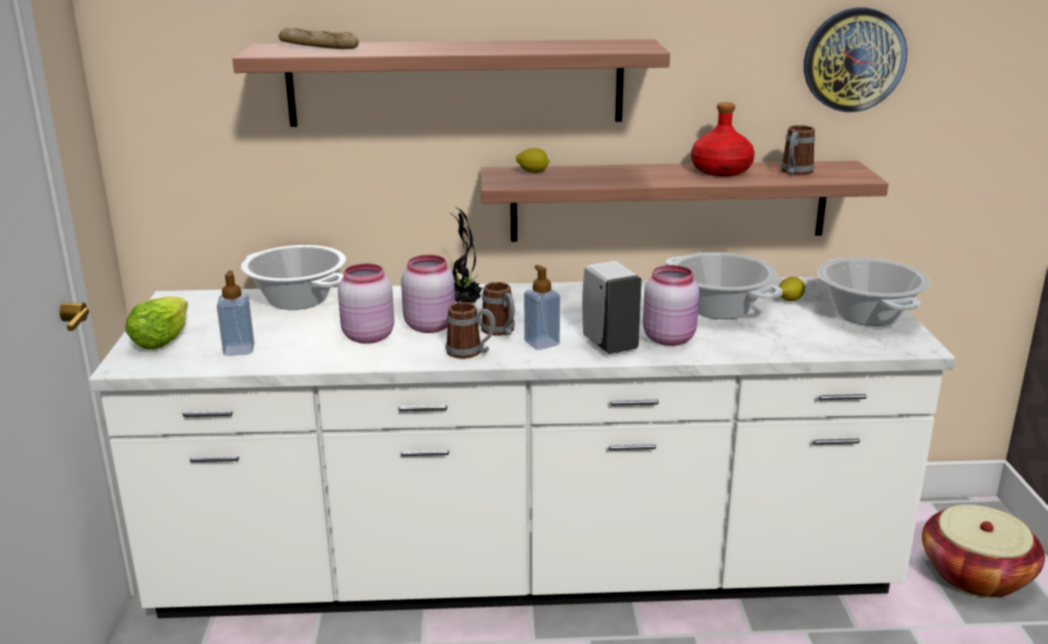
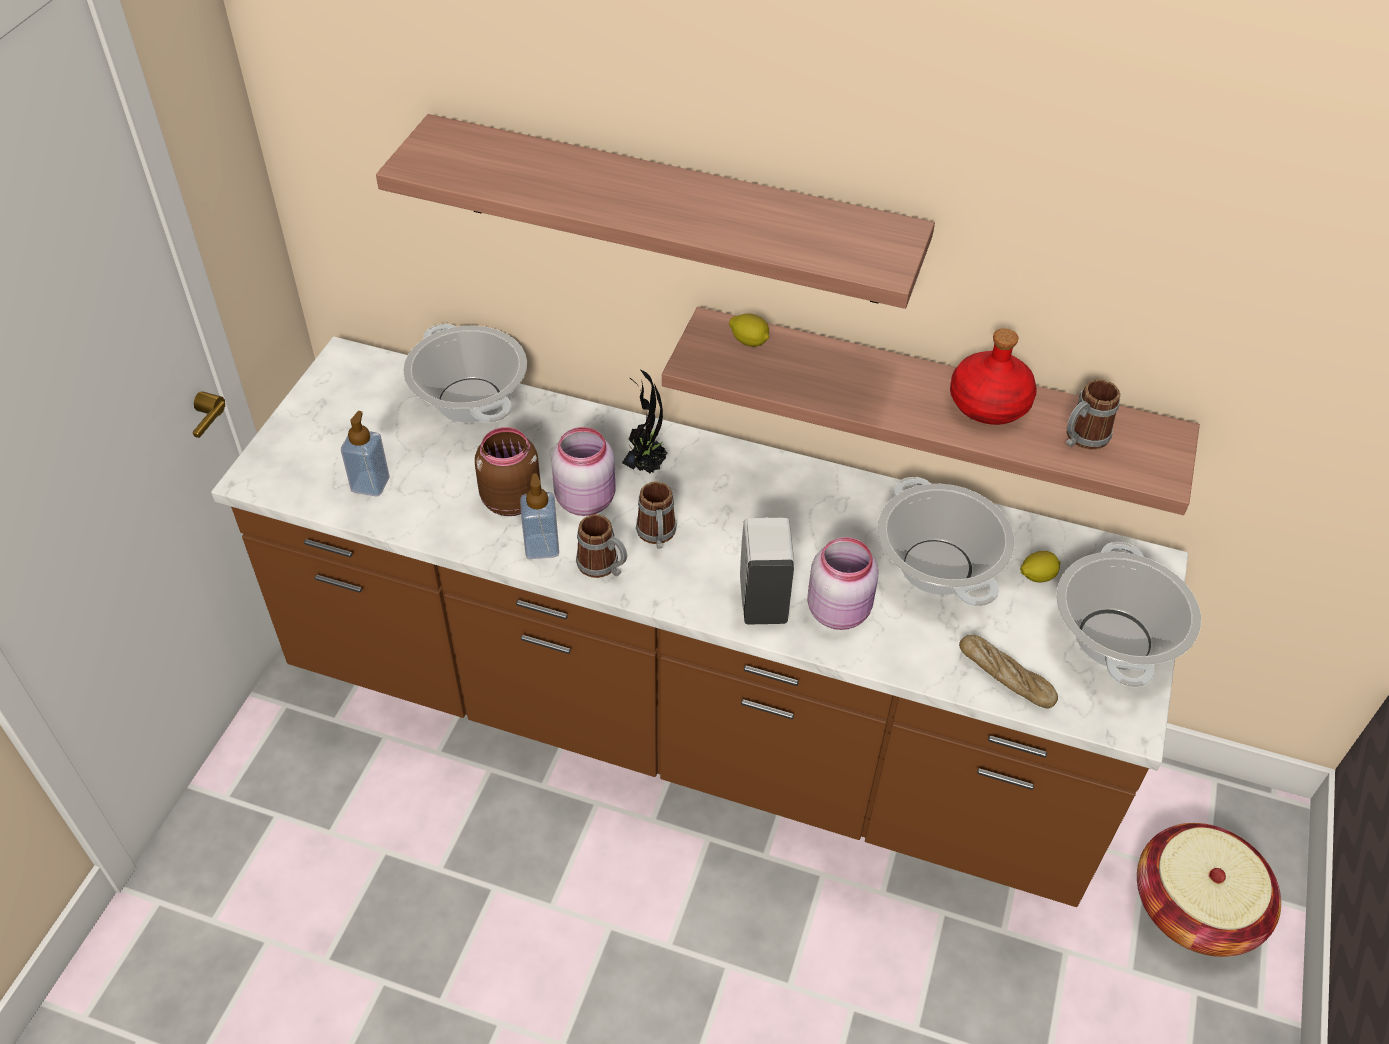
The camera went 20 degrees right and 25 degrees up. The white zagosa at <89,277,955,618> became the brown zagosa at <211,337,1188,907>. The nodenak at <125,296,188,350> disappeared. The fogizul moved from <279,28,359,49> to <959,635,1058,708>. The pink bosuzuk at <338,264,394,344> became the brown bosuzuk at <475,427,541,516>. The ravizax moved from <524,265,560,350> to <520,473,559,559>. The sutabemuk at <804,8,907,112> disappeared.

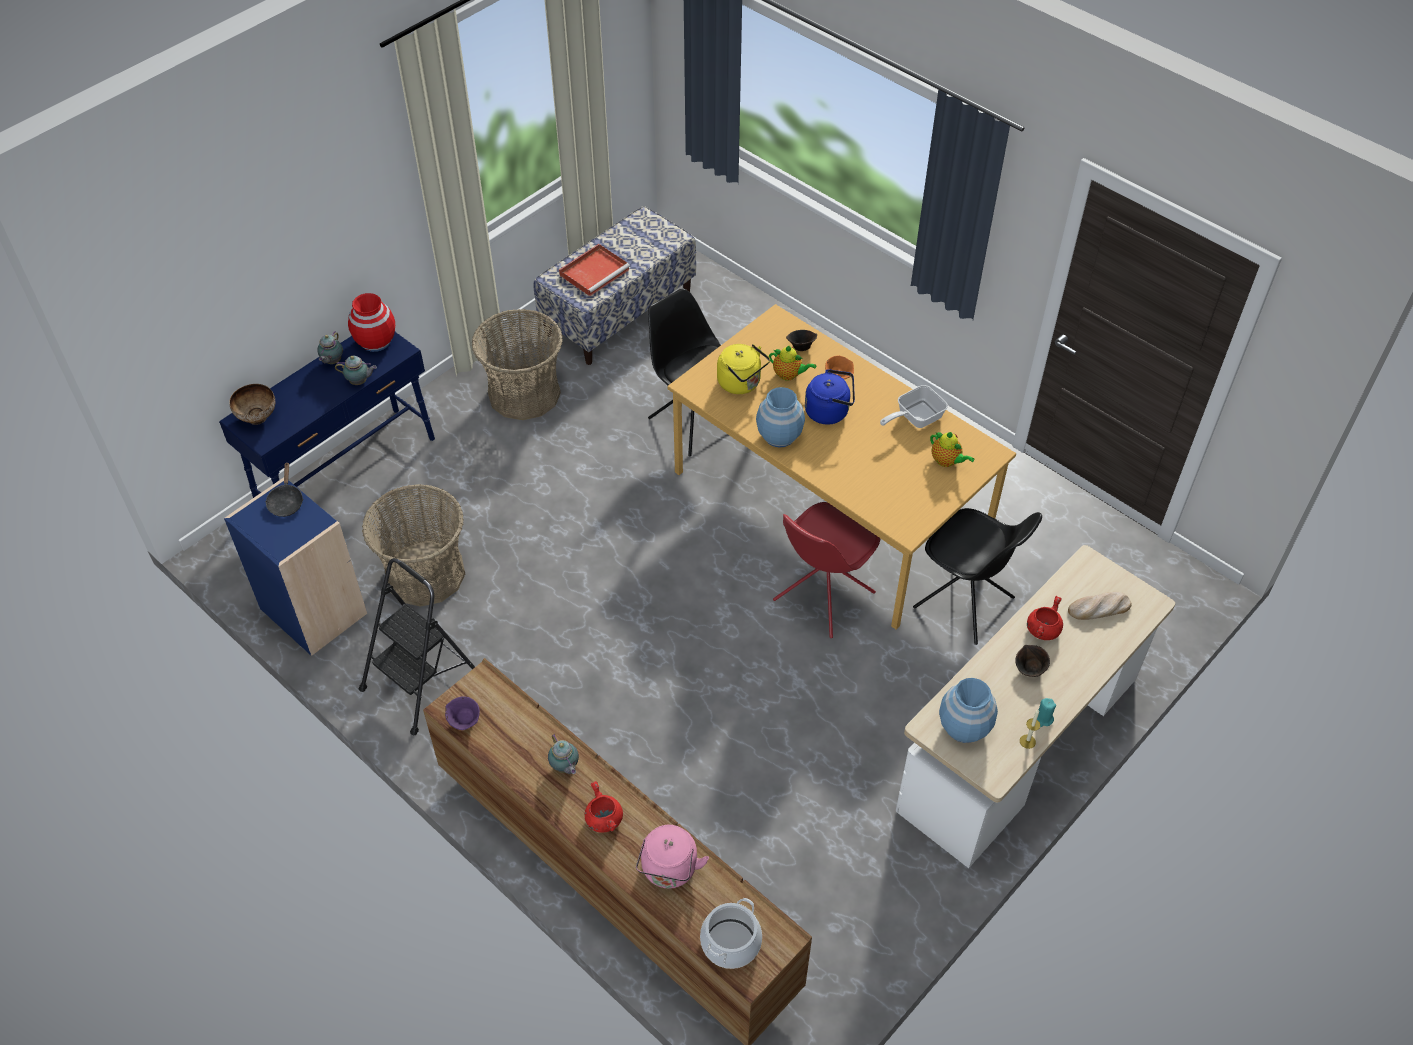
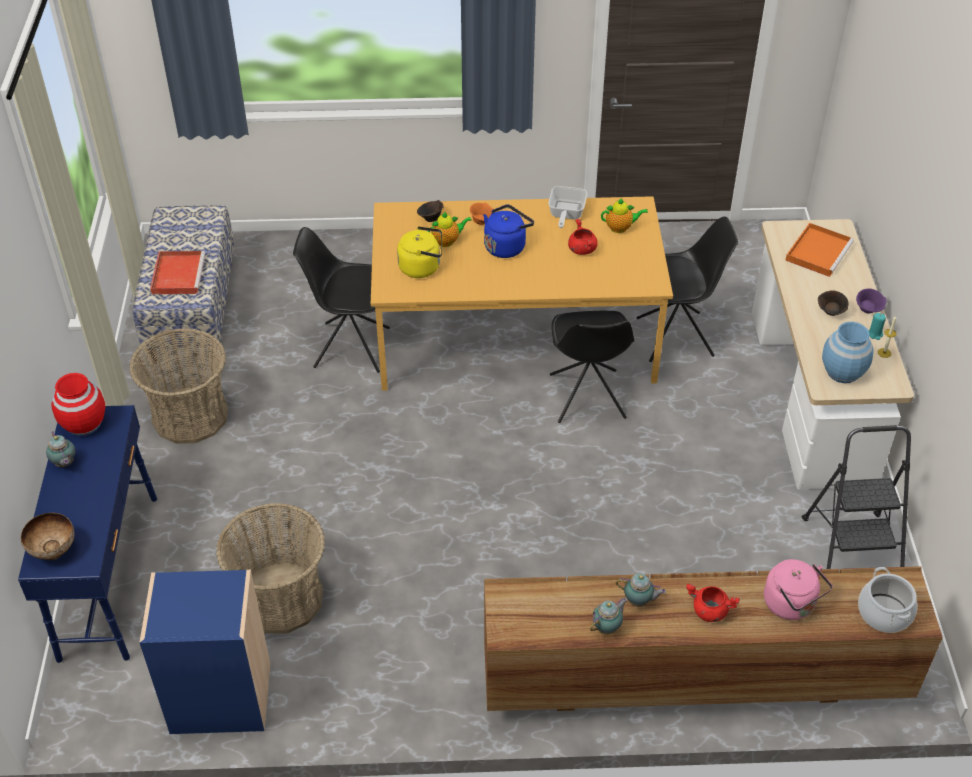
The camera went 45 degrees left and 5 degrees down. The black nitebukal at <265,463,303,517> disappeared. The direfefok moved from <335,356,377,385> to <590,598,628,635>. The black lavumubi moved from <359,558,475,735> to <801,425,911,569>. The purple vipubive moved from <445,696,480,730> to <856,289,887,314>. The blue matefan at <756,387,805,448> disappeared. The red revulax at <773,502,880,638> became the black revulax at <550,311,634,423>. The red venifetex moved from <1027,596,1063,640> to <568,219,598,255>. The fogizul at <1068,592,1131,620> was replaced by the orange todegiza at <785,223,854,277>.

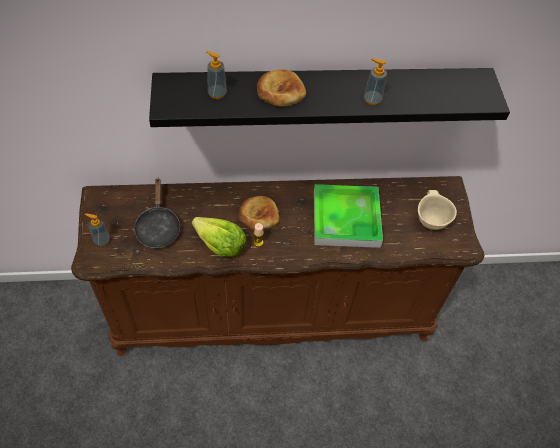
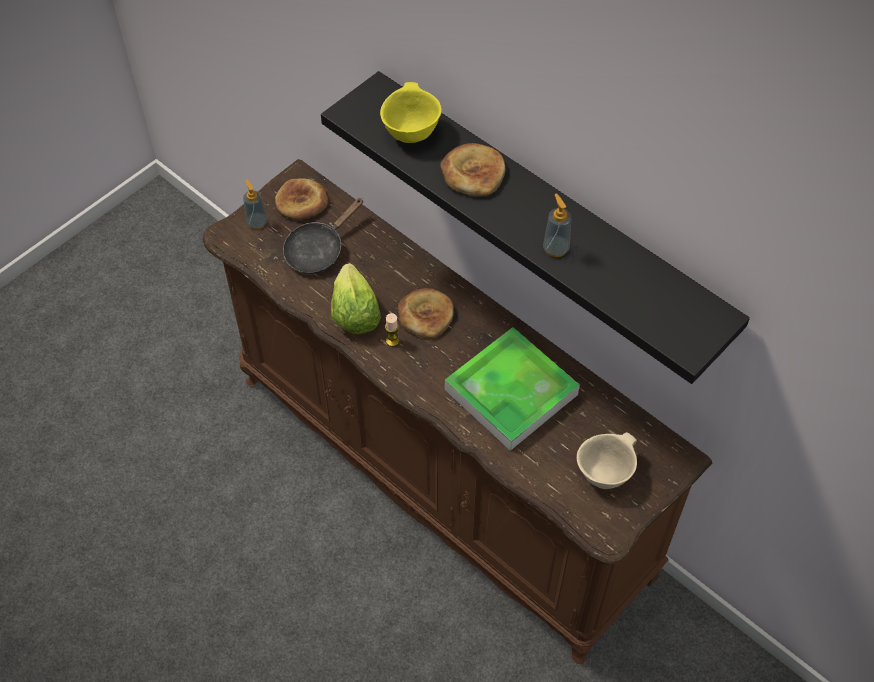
The camera went 50 degrees right and 0 degrees up. The ravizax at <206,51,227,99> was replaced by the yellow vipubive at <380,82,442,143>. The fogizul at <275,178,328,220> appeared.

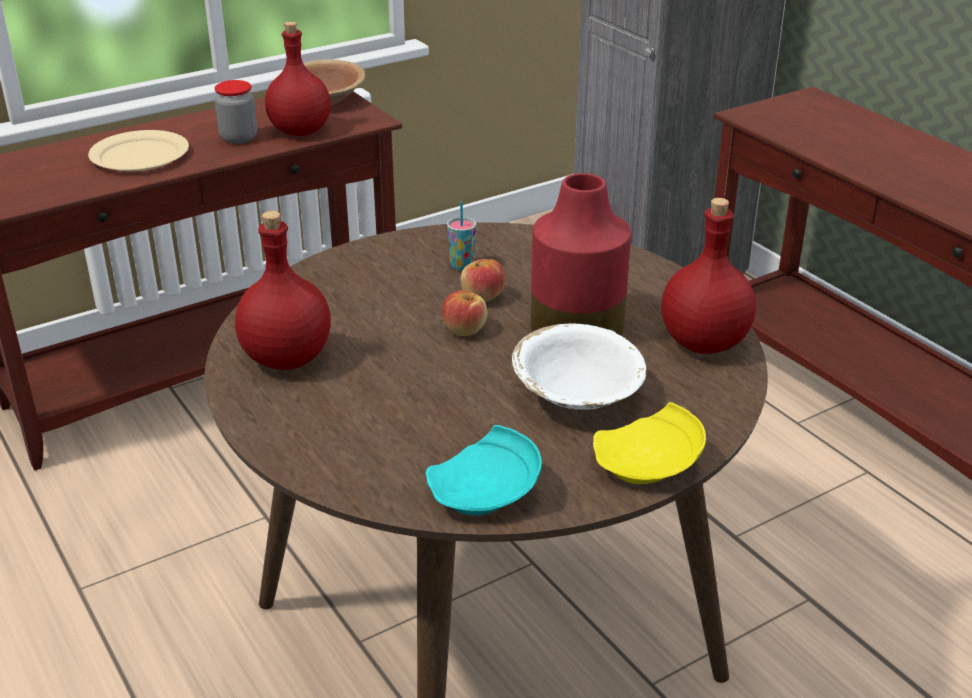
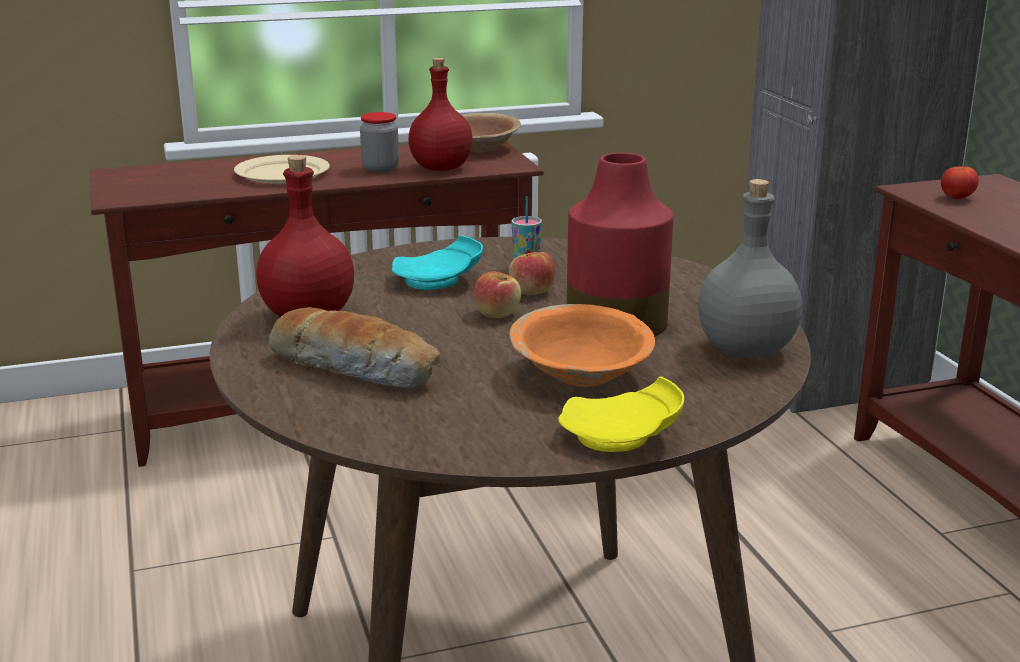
The camera went 15 degrees right and 10 degrees down. The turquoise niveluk moved from <426,425,542,515> to <392,235,483,290>. The white vipubive at <512,323,646,410> became the orange vipubive at <509,304,655,387>. The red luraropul at <661,198,756,354> became the grey luraropul at <698,179,802,357>. The fogizul at <269,307,441,388> appeared. The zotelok at <941,166,979,199> appeared.

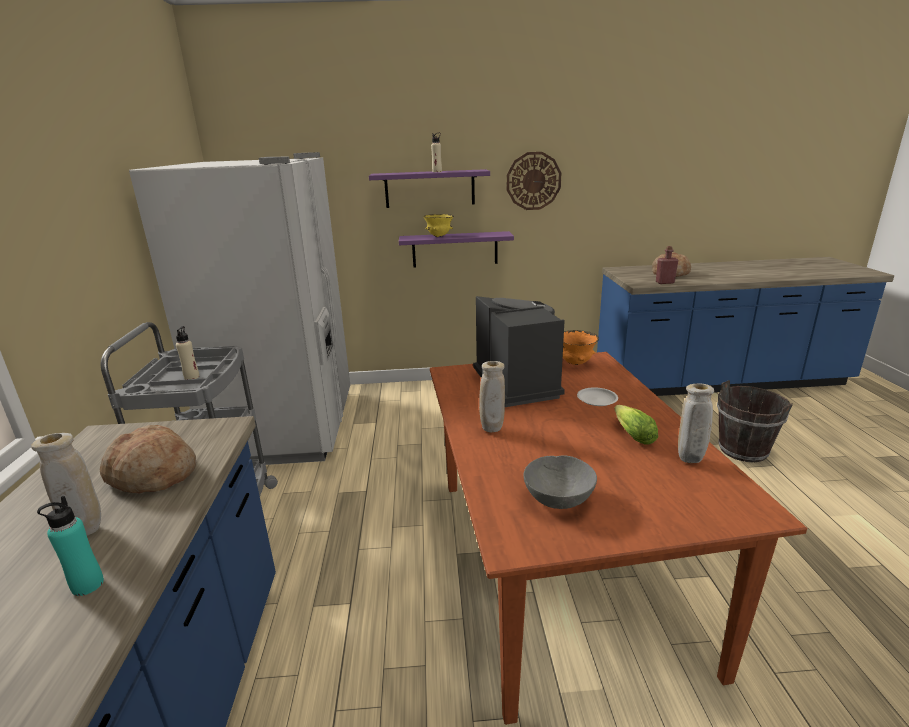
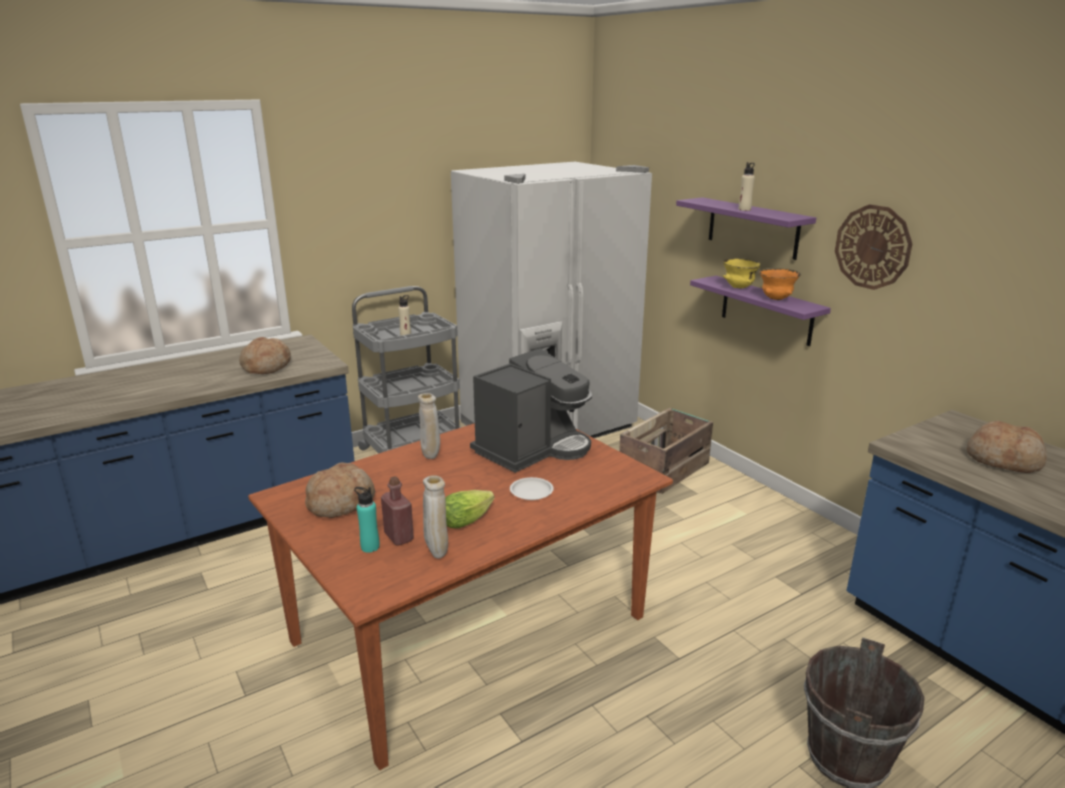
The camera went 60 degrees right and 0 degrees up. The beige matefan at <31,433,101,536> disappeared. The turquoise luraropul moved from <37,496,104,596> to <354,487,380,553>. The grey vipubive at <523,456,597,509> was replaced by the fogizul at <305,462,375,518>. The orange vipubive moved from <563,330,599,365> to <759,268,801,300>. The red luraropul moved from <656,246,678,284> to <381,476,414,546>. The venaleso at <619,408,713,494> appeared.

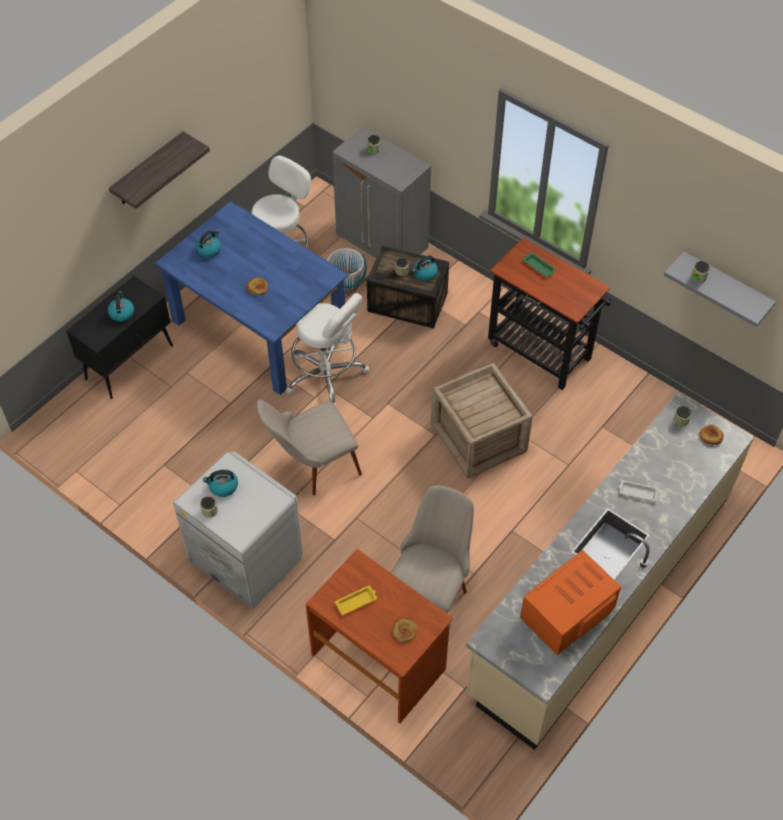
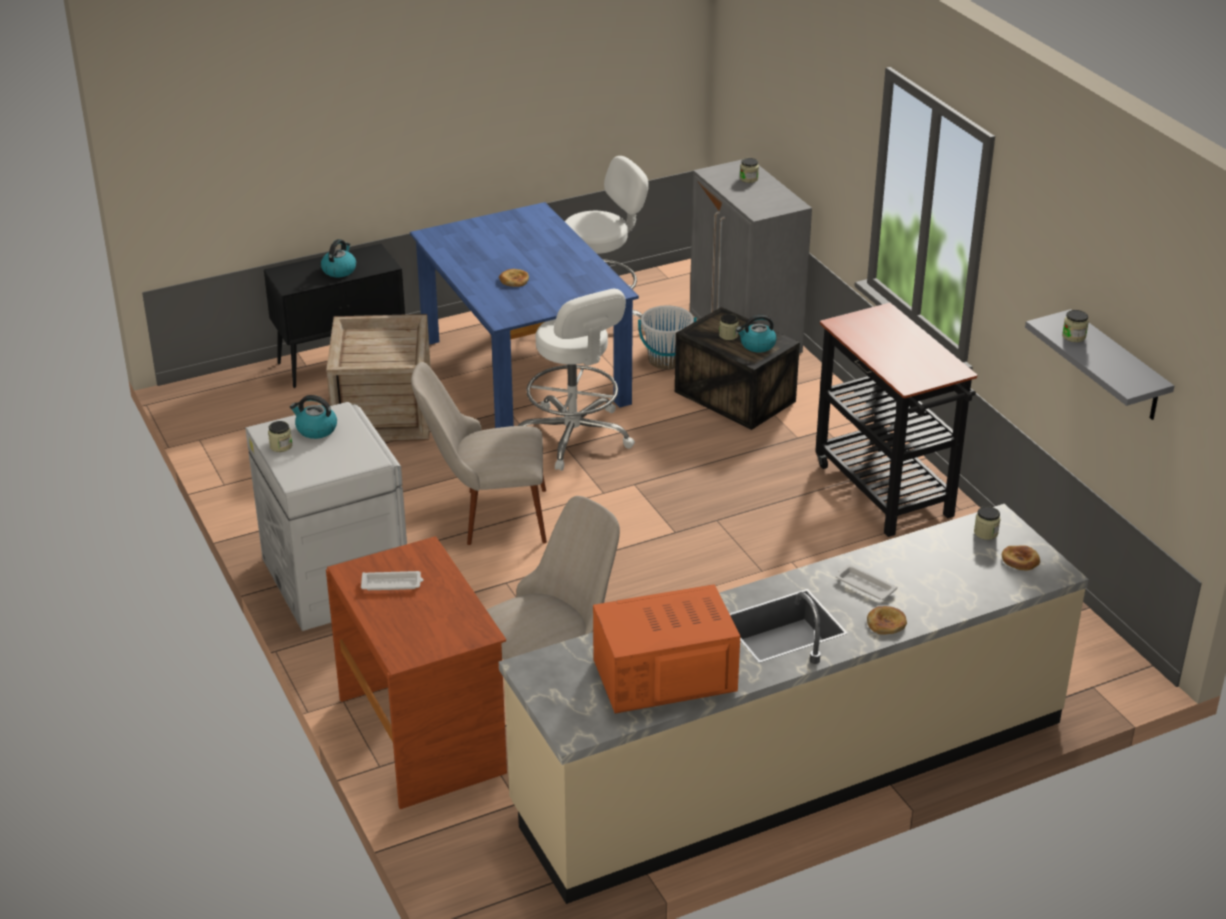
The camera went 25 degrees right and 20 degrees down. The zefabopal at <109,131,210,209> disappeared. The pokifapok at <195,230,221,258> disappeared. The yellow todegiza at <335,586,377,615> became the white todegiza at <361,571,424,590>. The fogizul moved from <392,617,418,643> to <867,606,907,635>. The venaleso moved from <431,362,533,478> to <326,314,431,442>. The green todegiza at <522,252,556,277> disappeared.

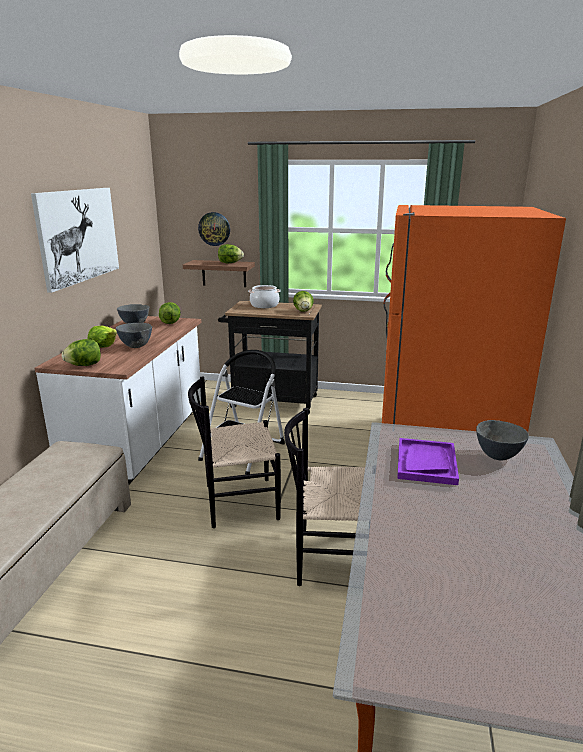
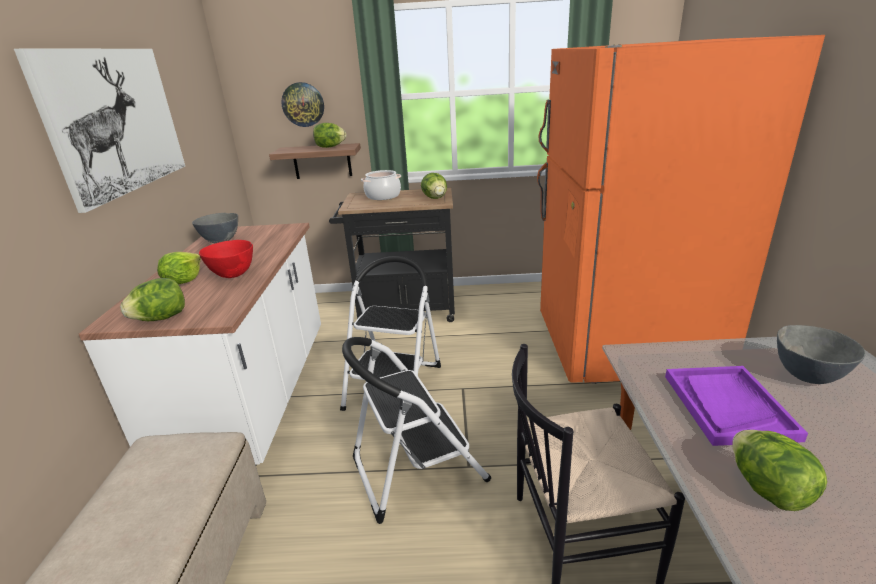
The camera went 10 degrees left and 5 degrees up. The grey vipubive at <116,323,152,348> became the red vipubive at <199,240,253,278>. The nodenak moved from <159,302,181,324> to <732,430,827,511>. The black revulax at <188,376,281,528> was replaced by the lavumubi at <342,337,491,524>.

